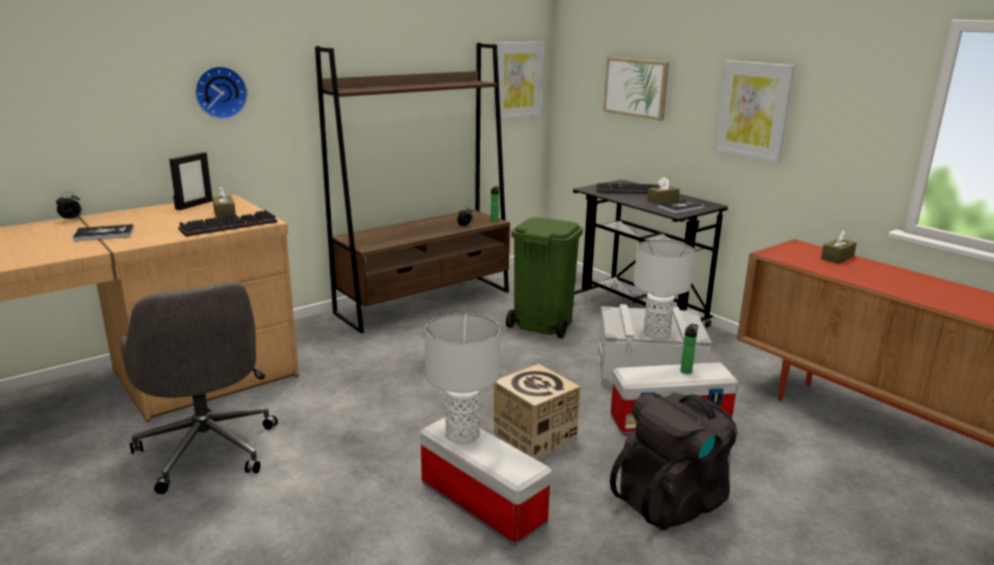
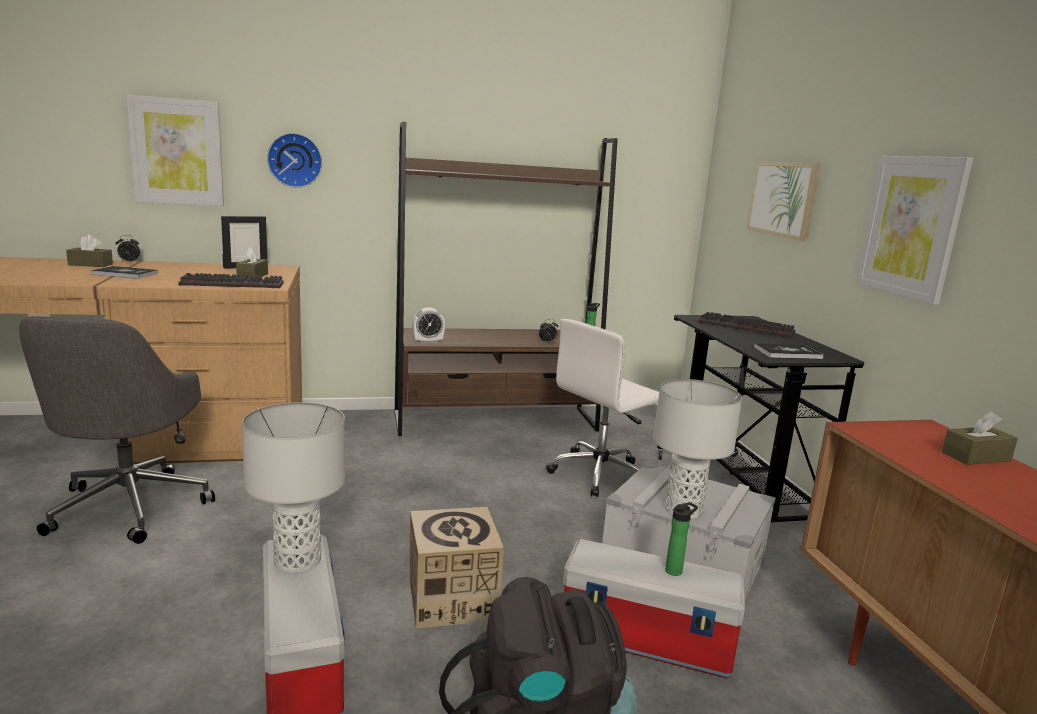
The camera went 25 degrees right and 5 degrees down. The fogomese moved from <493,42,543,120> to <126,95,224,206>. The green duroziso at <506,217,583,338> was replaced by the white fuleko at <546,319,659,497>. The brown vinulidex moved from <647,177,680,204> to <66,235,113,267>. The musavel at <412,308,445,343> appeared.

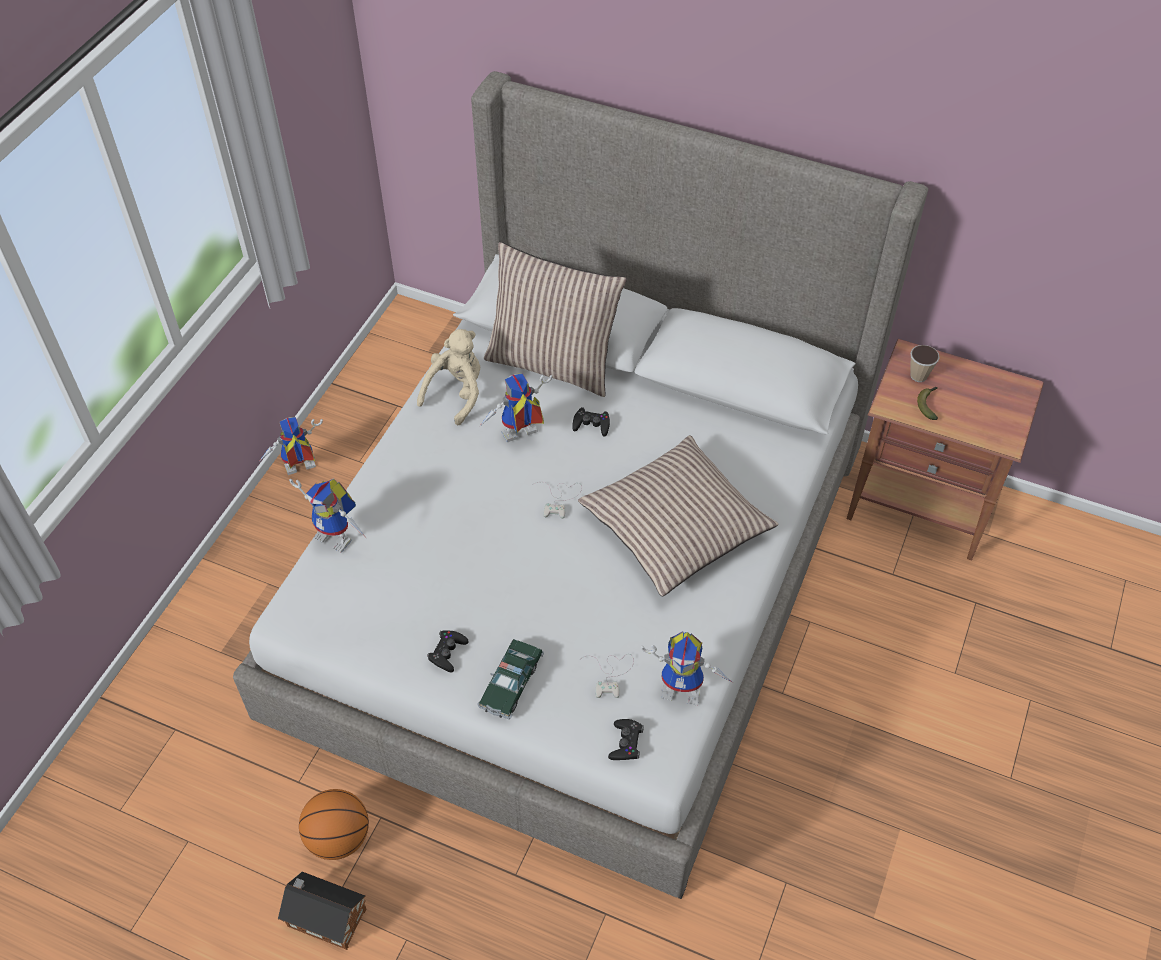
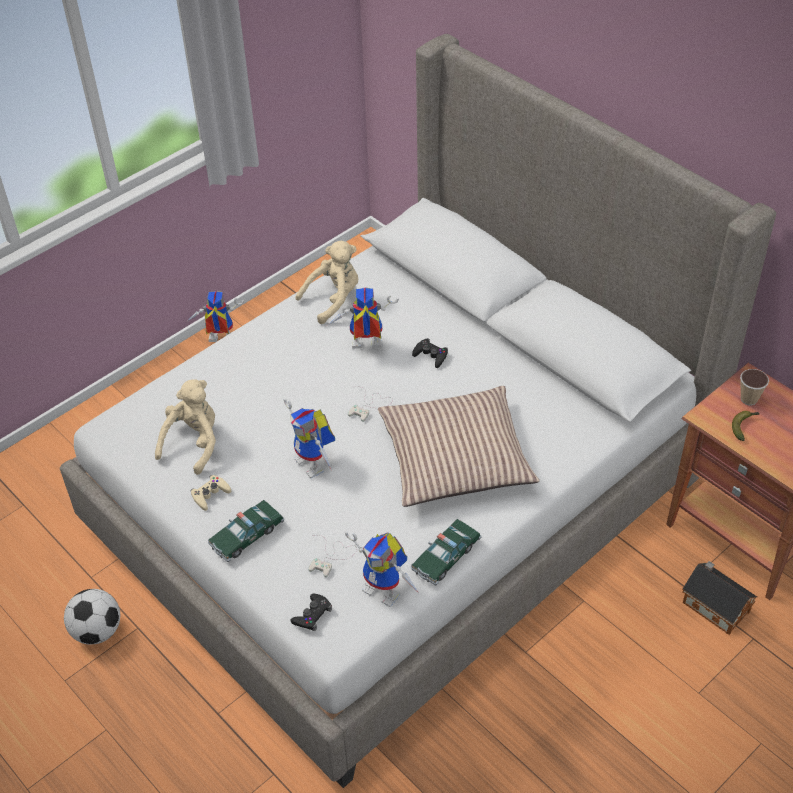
The camera went 25 degrees right and 5 degrees down. The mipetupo moved from <278,872,366,950> to <682,561,757,635>. The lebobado moved from <289,478,365,553> to <284,398,335,478>. The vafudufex at <299,789,369,860> was replaced by the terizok at <64,589,120,645>. The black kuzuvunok at <427,630,469,672> became the beige kuzuvunok at <191,475,231,511>. The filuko at <484,242,627,397> disappeared. The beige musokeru at <155,379,216,475> appeared. The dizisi at <411,519,481,585> appeared.

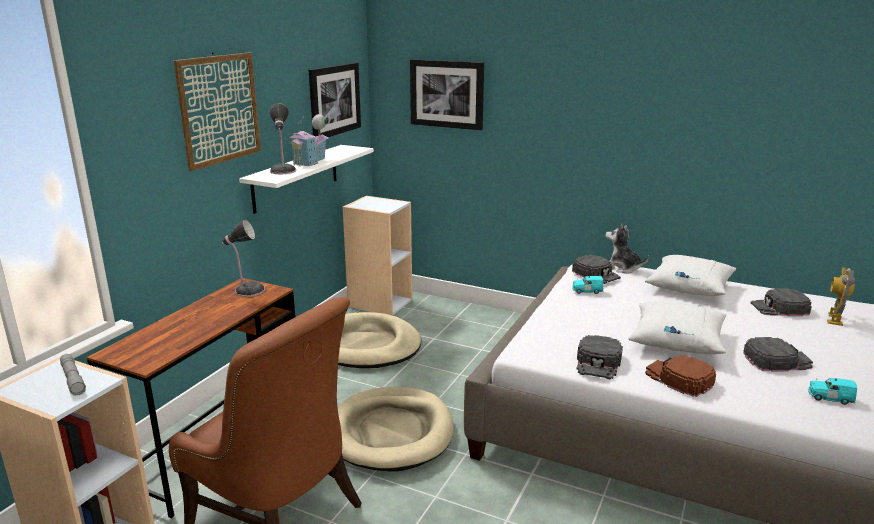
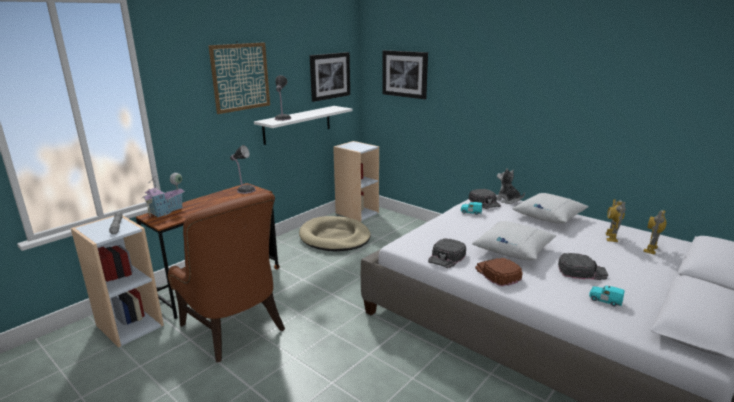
The camera went 15 degrees right and 0 degrees up. The mipetupo moved from <289,114,328,167> to <143,173,185,217>. The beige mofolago at <338,387,453,471> disappeared. The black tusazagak at <751,289,812,316> was replaced by the lebobado at <605,199,626,242>.

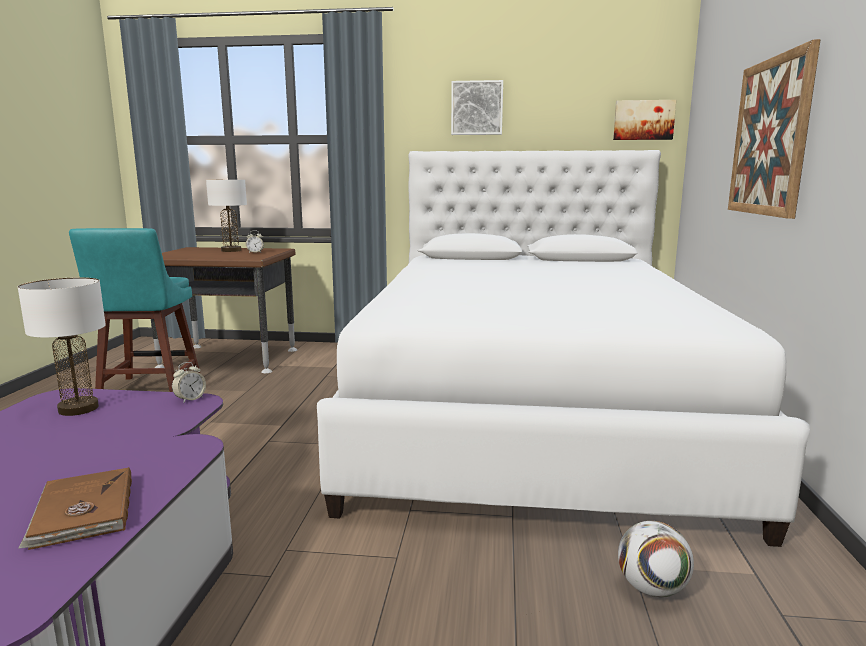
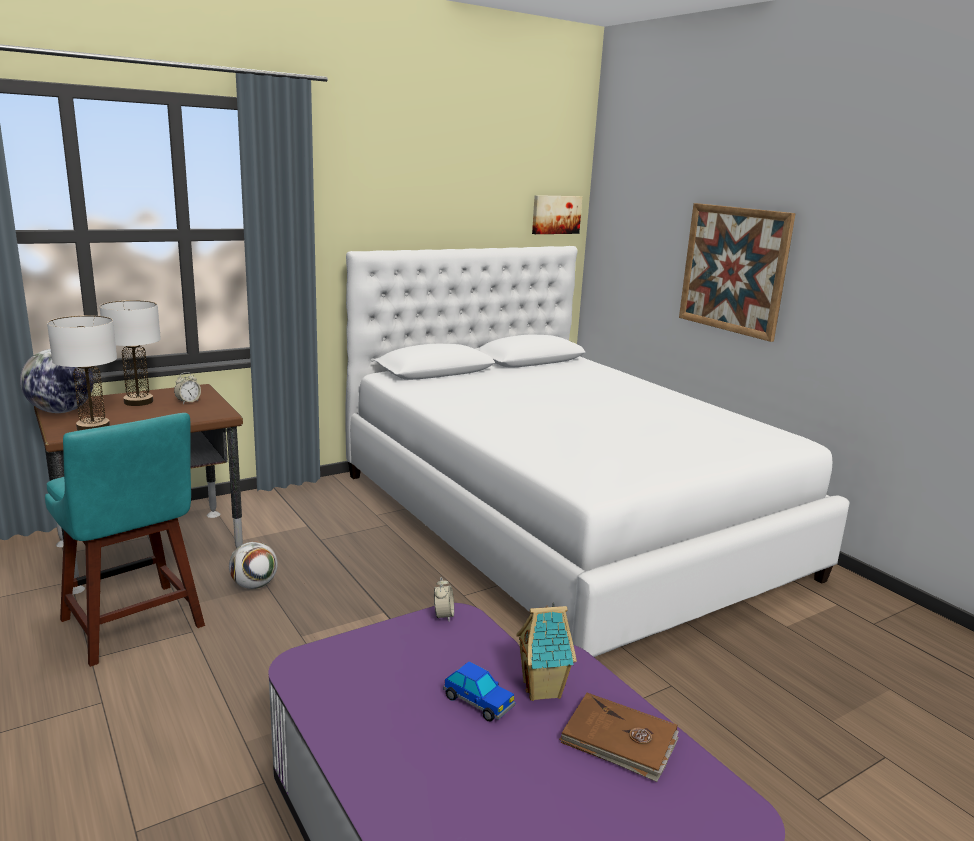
The camera went 40 degrees left and 5 degrees up. The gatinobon moved from <18,277,106,416> to <47,315,117,431>. The fogomese at <451,80,503,135> disappeared. The terizok moved from <618,521,694,597> to <229,541,278,589>. The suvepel at <20,349,94,413> appeared. The dizisi at <443,661,515,722> appeared. The mipetupo at <516,602,577,701> appeared.

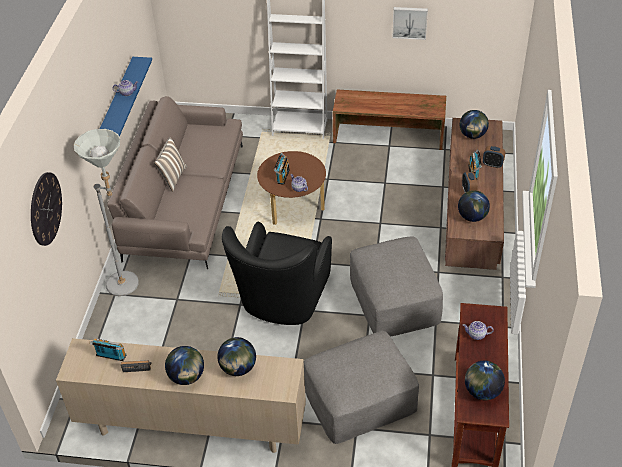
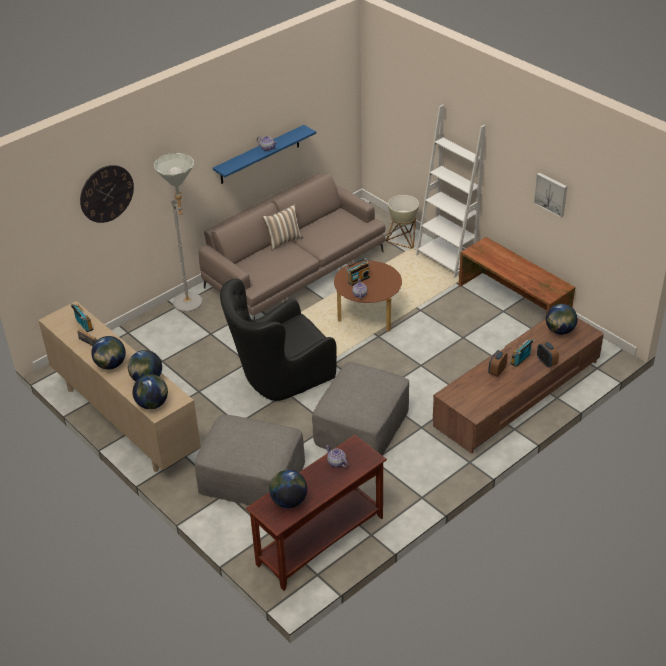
The camera went 40 degrees right and 5 degrees down. The suvepel moved from <458,190,490,222> to <133,374,168,409>. The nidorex at <386,195,419,249> appeared.

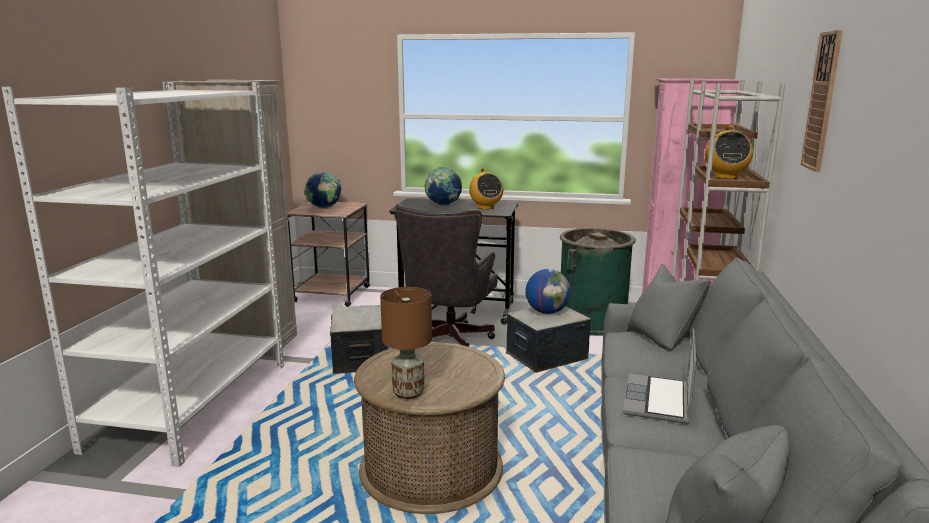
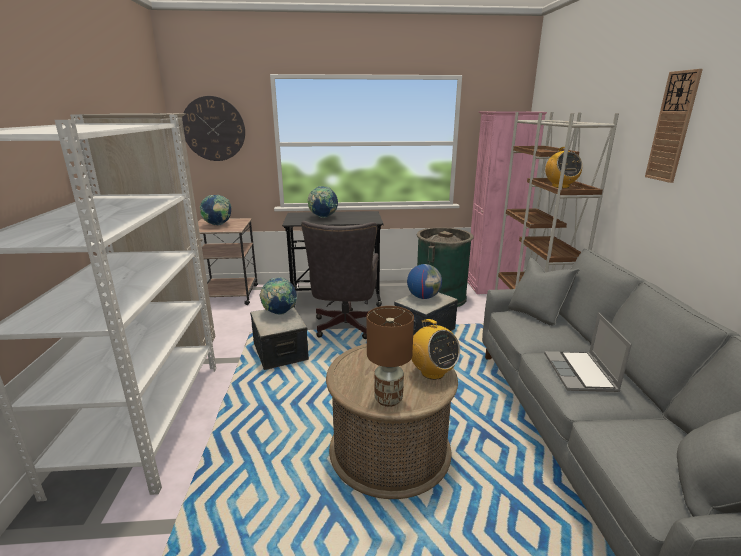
The camera went 15 degrees left and 5 degrees up. The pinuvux moved from <469,168,503,210> to <411,319,460,380>. The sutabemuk at <182,96,245,161> appeared. The suvepel at <260,277,297,315> appeared.

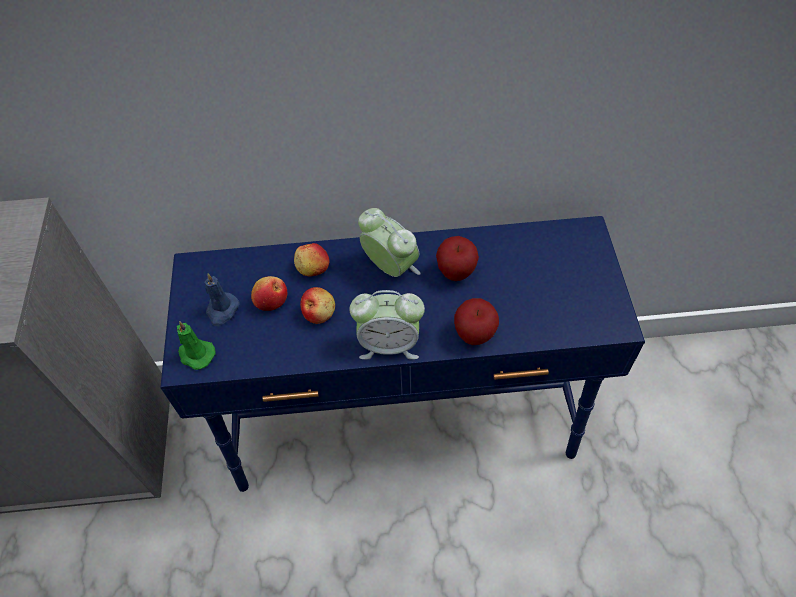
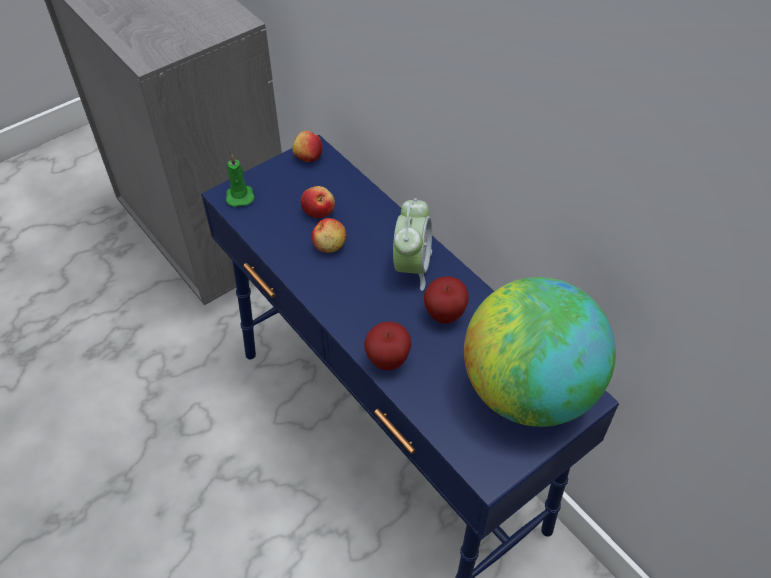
The camera went 55 degrees right and 5 degrees down. The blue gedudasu at <204,273,240,326> disappeared. The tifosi moved from <294,243,329,277> to <292,131,322,162>. The musavel at <349,290,425,359> disappeared. The suvepel at <464,277,616,427> appeared.

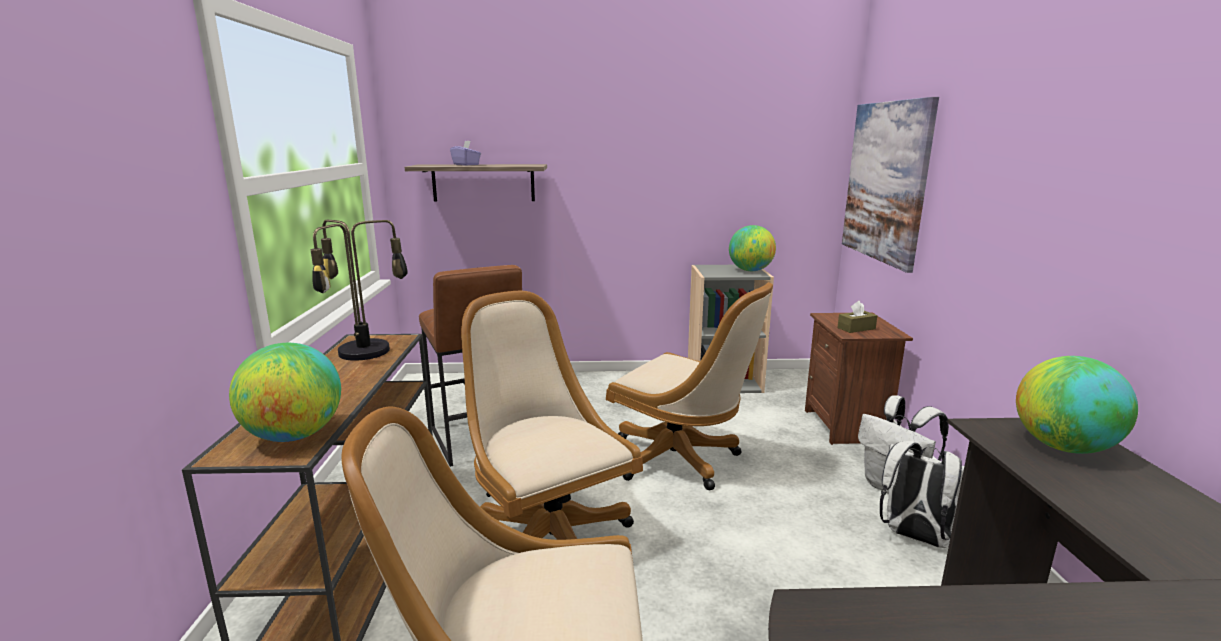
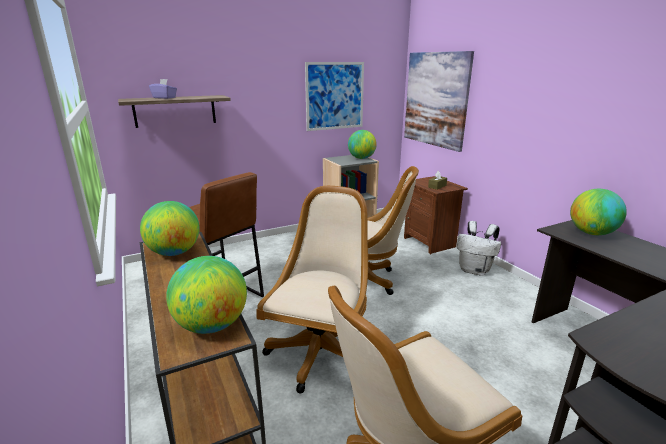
The camera went 25 degrees left and 5 degrees up. The gatinobon at <311,220,407,361> was replaced by the suvepel at <140,201,200,256>. The fuleko at <461,291,643,540> turned 75 degrees clockwise. The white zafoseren at <880,441,964,548> disappeared. The fogomese at <305,62,364,131> appeared.

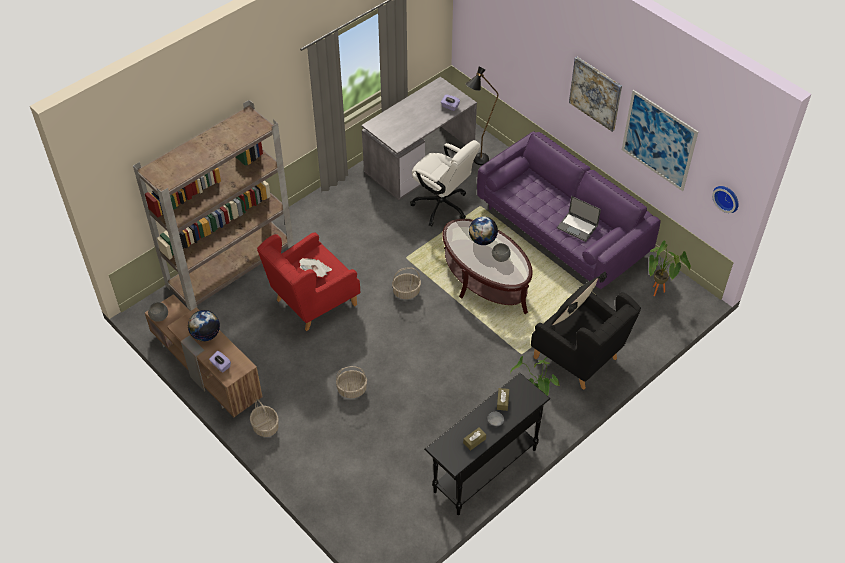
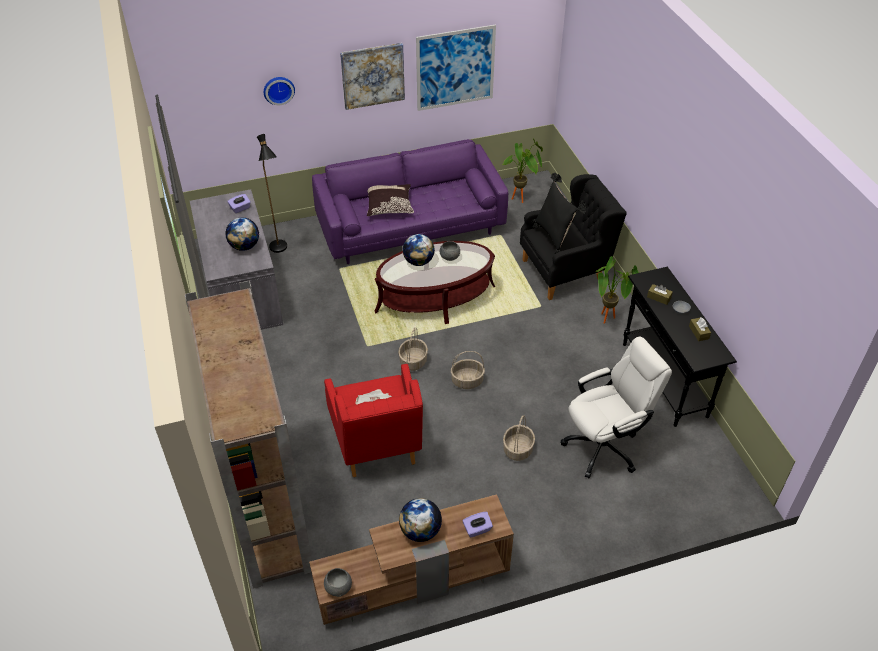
The camera went 65 degrees left and 5 degrees down. The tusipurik moved from <250,399,279,437> to <451,351,485,389>. The white fuleko moved from <410,140,481,226> to <561,337,672,478>. The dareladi at <557,196,601,242> disappeared. The sutabemuk moved from <712,186,739,213> to <264,77,295,105>. The suvepel at <225,218,259,251> appeared. The filuko at <367,184,414,216> appeared.

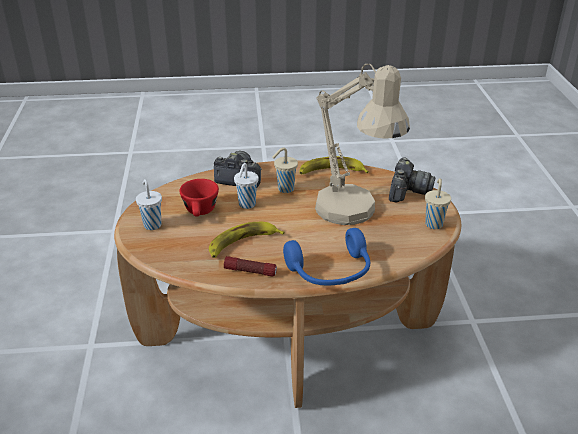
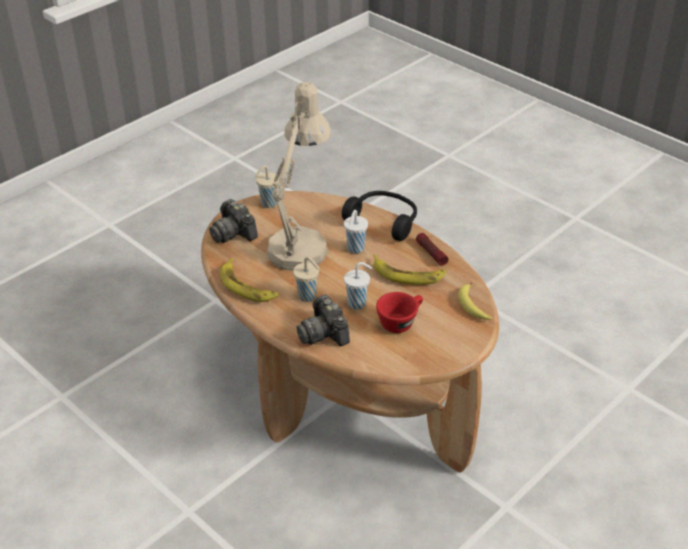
The camera went 130 degrees left and 5 degrees up. The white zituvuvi moved from <136,179,162,230> to <344,210,368,253>. The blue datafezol at <283,228,370,286> became the black datafezol at <342,191,417,241>. The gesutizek at <389,158,435,202> turned 105 degrees counterclockwise. The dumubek at <458,282,492,320> appeared.

